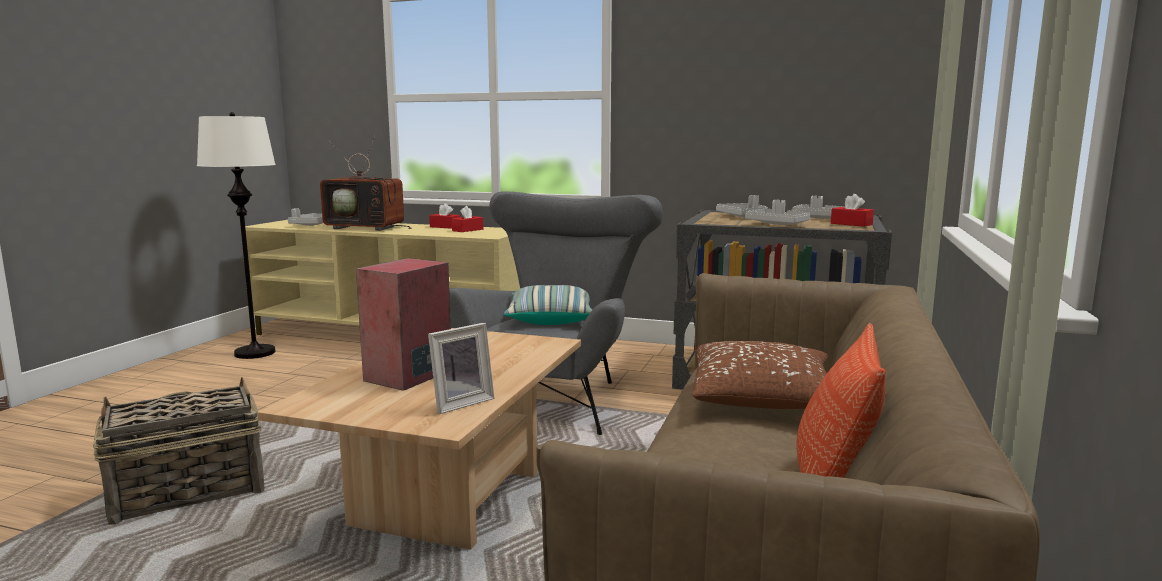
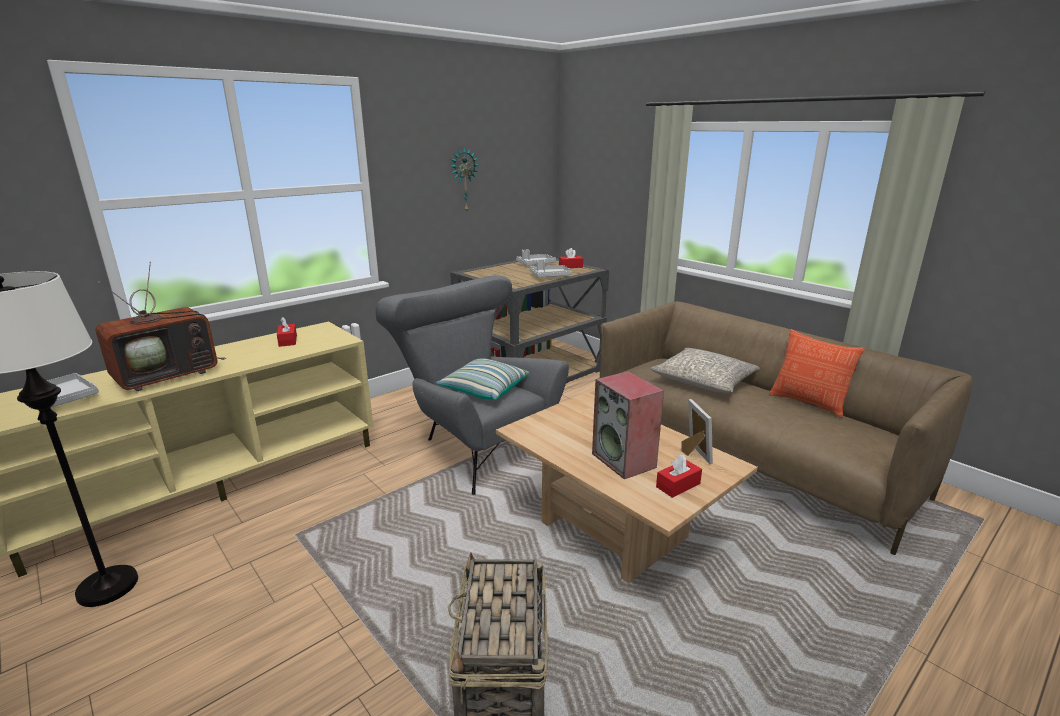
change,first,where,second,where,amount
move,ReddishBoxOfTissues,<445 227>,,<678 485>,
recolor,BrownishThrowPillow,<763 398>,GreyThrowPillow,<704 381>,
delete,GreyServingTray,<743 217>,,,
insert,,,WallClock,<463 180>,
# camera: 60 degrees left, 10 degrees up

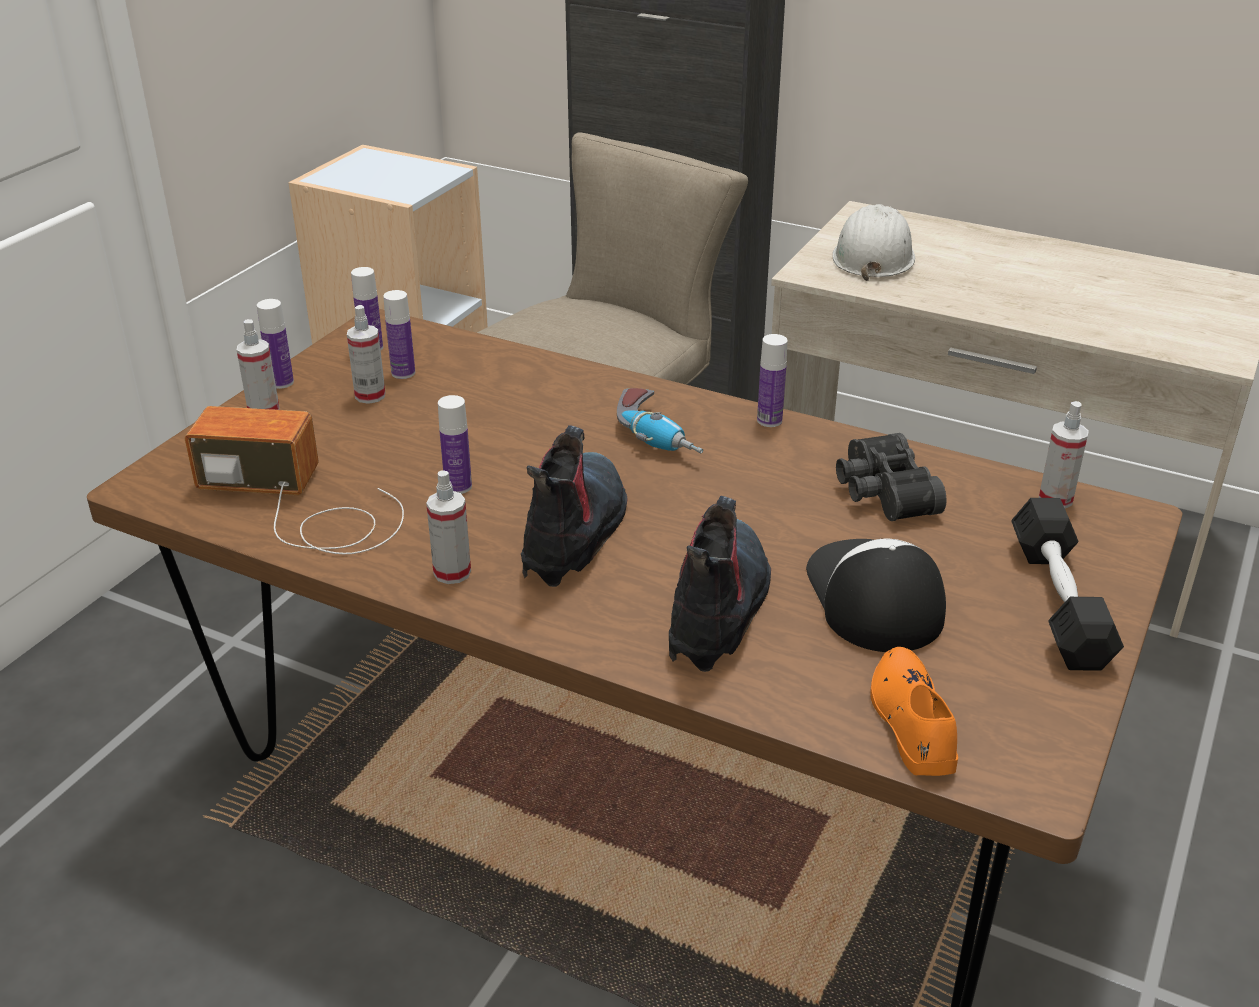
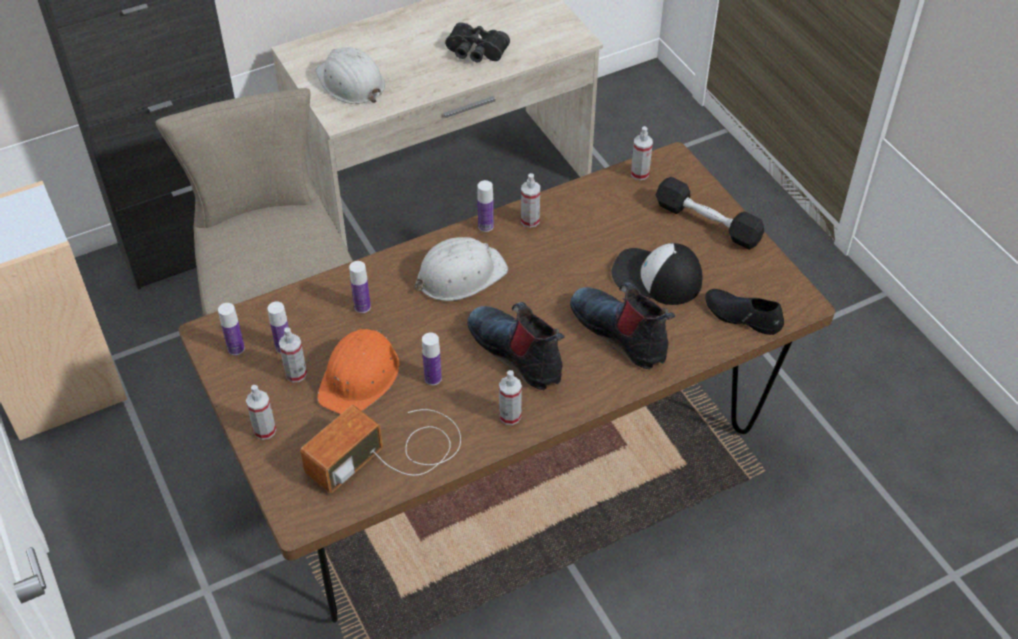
change,first,where,second,where,amount
move,Bottle,<281 382>,,<362 307>,
replace,ElectricDrill,<659 436>,WhitishSafetyHelmet,<460 275>,
move,BlackFieldGlasses,<881 493>,,<475 52>,
recolor,OrangeColouredItemOfFootwear,<911 722>,BlackItemOfFootwear,<742 316>,
insert,,,OrangeColouredSafetyHelmet,<360 377>,
insert,,,HandSprayer,<530 220>,
# camera: 55 degrees left, 15 degrees up

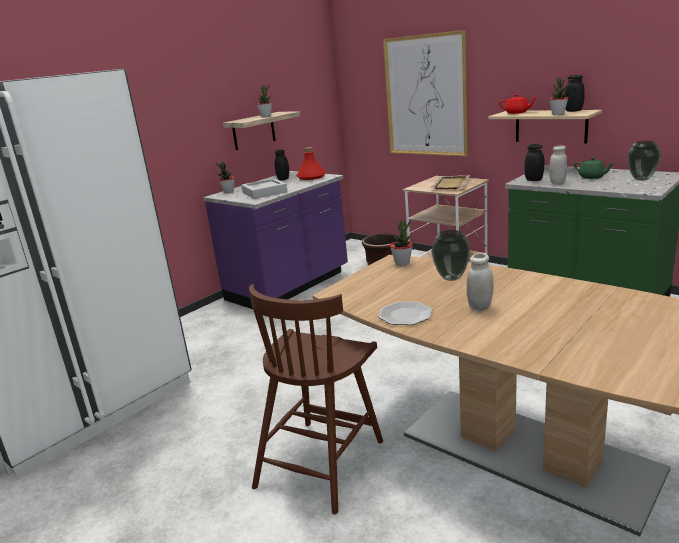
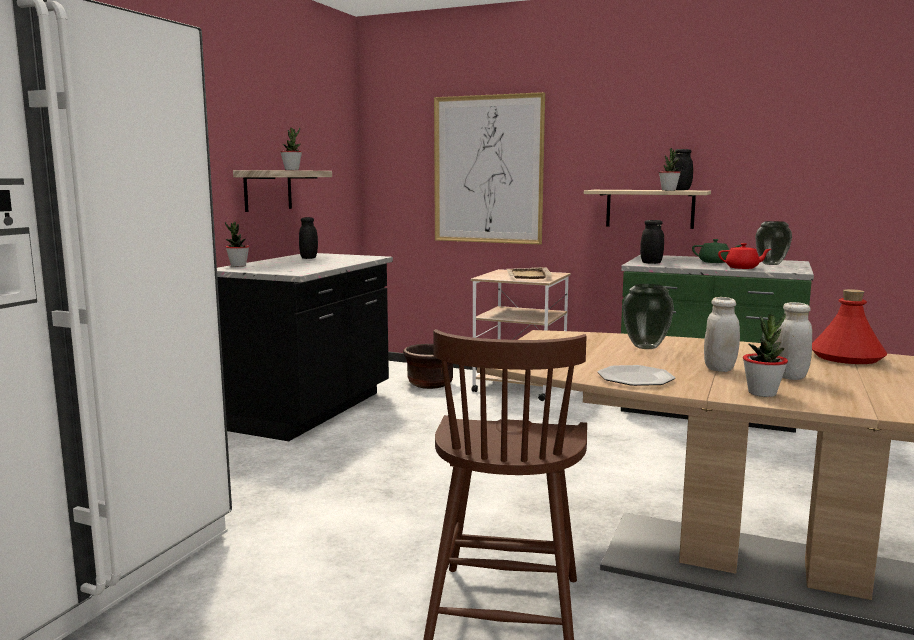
change,first,where,second,where,amount
recolor,PurpleColouredCounter,<289 286>,BlackCounter,<310 411>,
delete,GreyServingTray,<264 192>,,,
move,ReddishBottle,<311 177>,,<846 357>,
move,PottedPlant,<402 263>,,<762 393>,
move,ReddishTeapot,<517 112>,,<742 268>,
move,WhitishStorageJar,<557 182>,,<789 376>,
# camera: 20 degrees left, 10 degrees down

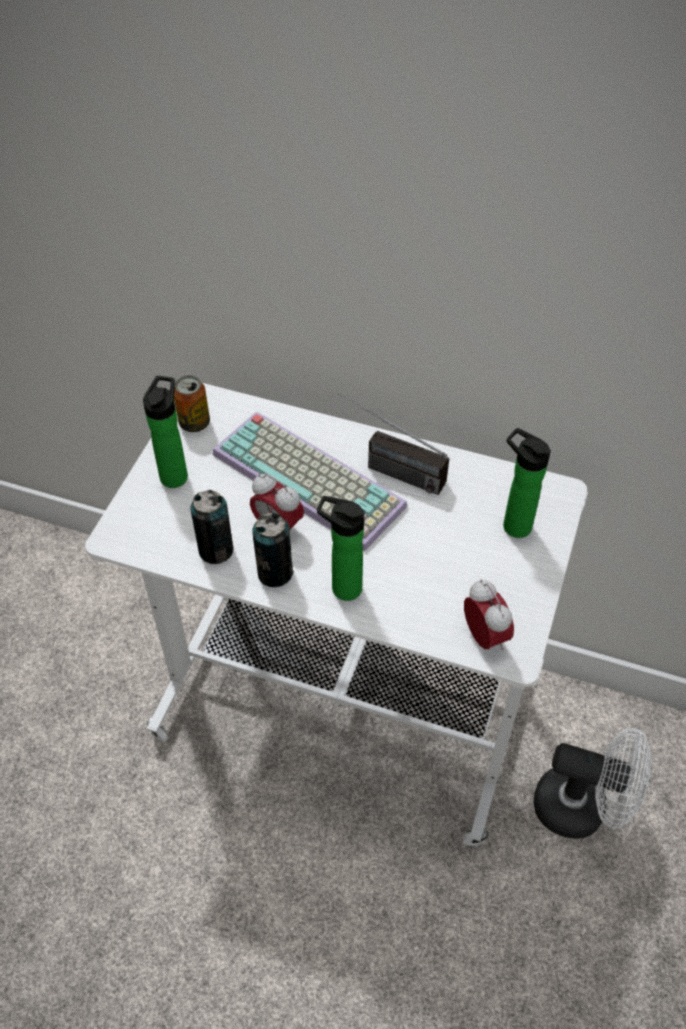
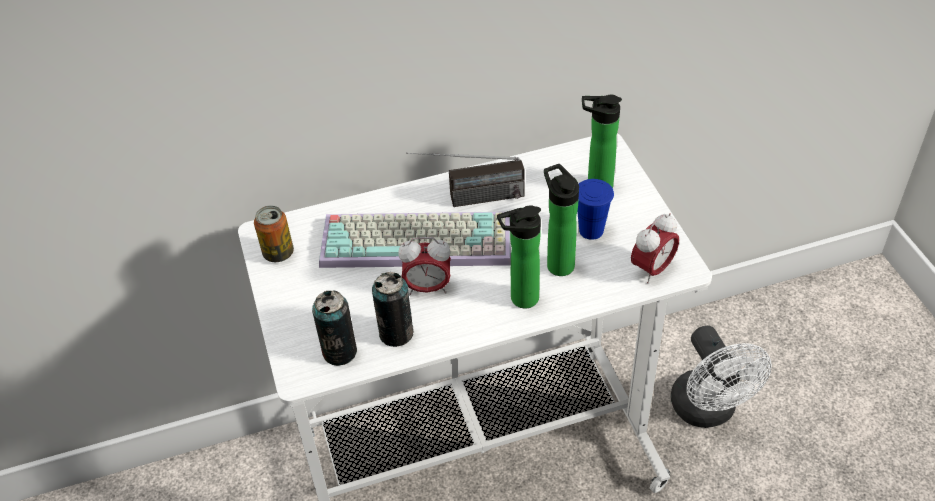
change,first,where,second,where,amount
move,Bottle,<175 474>,,<558 263>,
move,SealedCan,<275 573>,,<339 352>,
rotate,AlarmClock,<484 636>,,<652 269>,105 degrees clockwise
rotate,WhitishFan,<582 808>,,<708 411>,90 degrees clockwise
insert,,,BlueDrinkingCup,<591 230>,
# camera: 35 degrees left, 5 degrees down

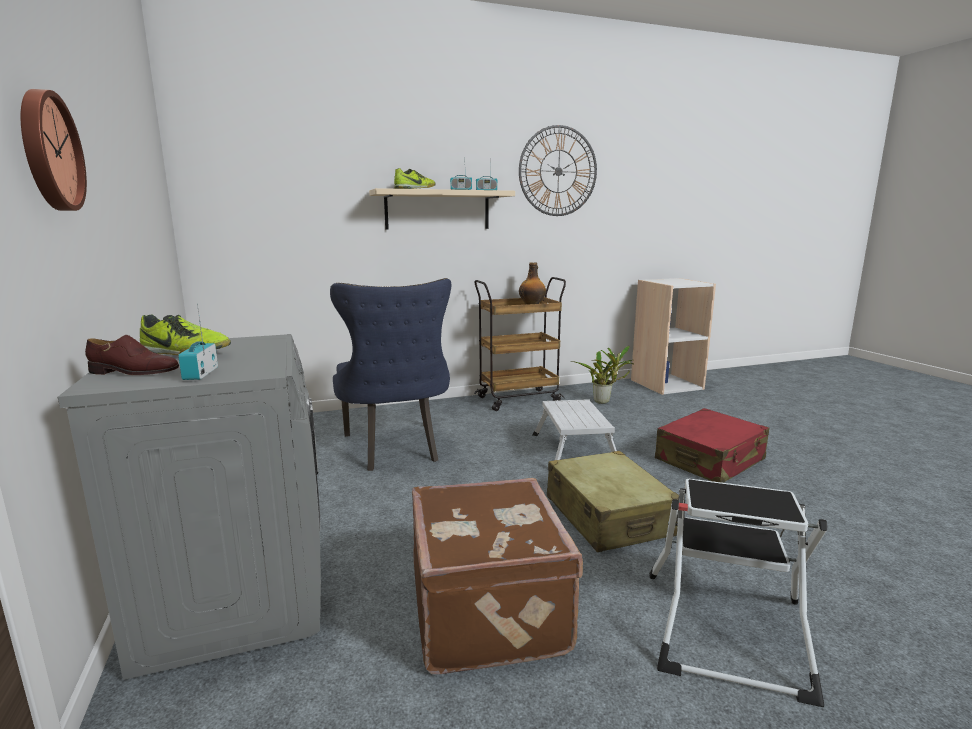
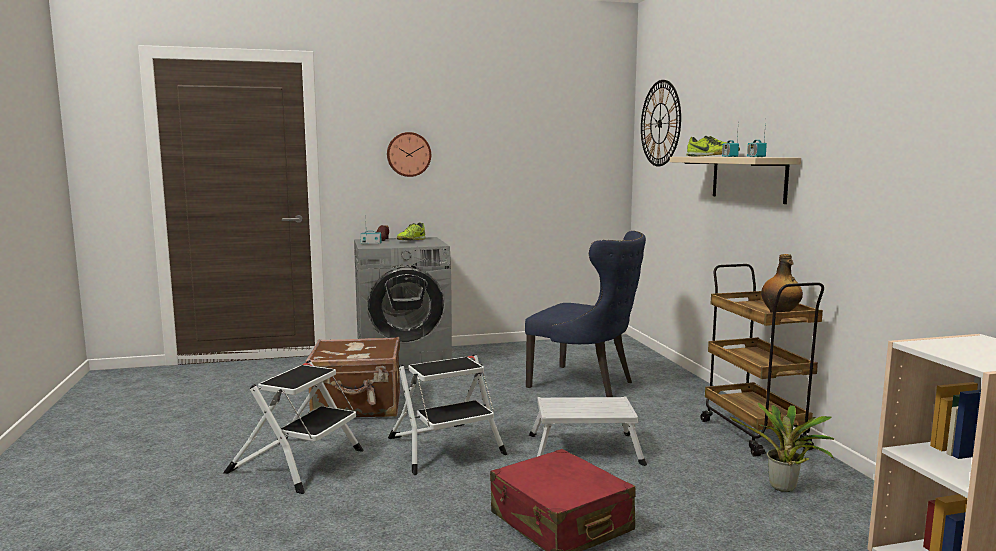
change,first,where,second,where,amount
rotate,BlueUprightChair,<395 448>,,<585 383>,135 degrees counterclockwise
move,WallClock,<558 171>,,<660 123>,
replace,BeigeSuitcase,<608 516>,StepLadder,<444 447>,
# camera: 95 degrees right, 5 degrees down

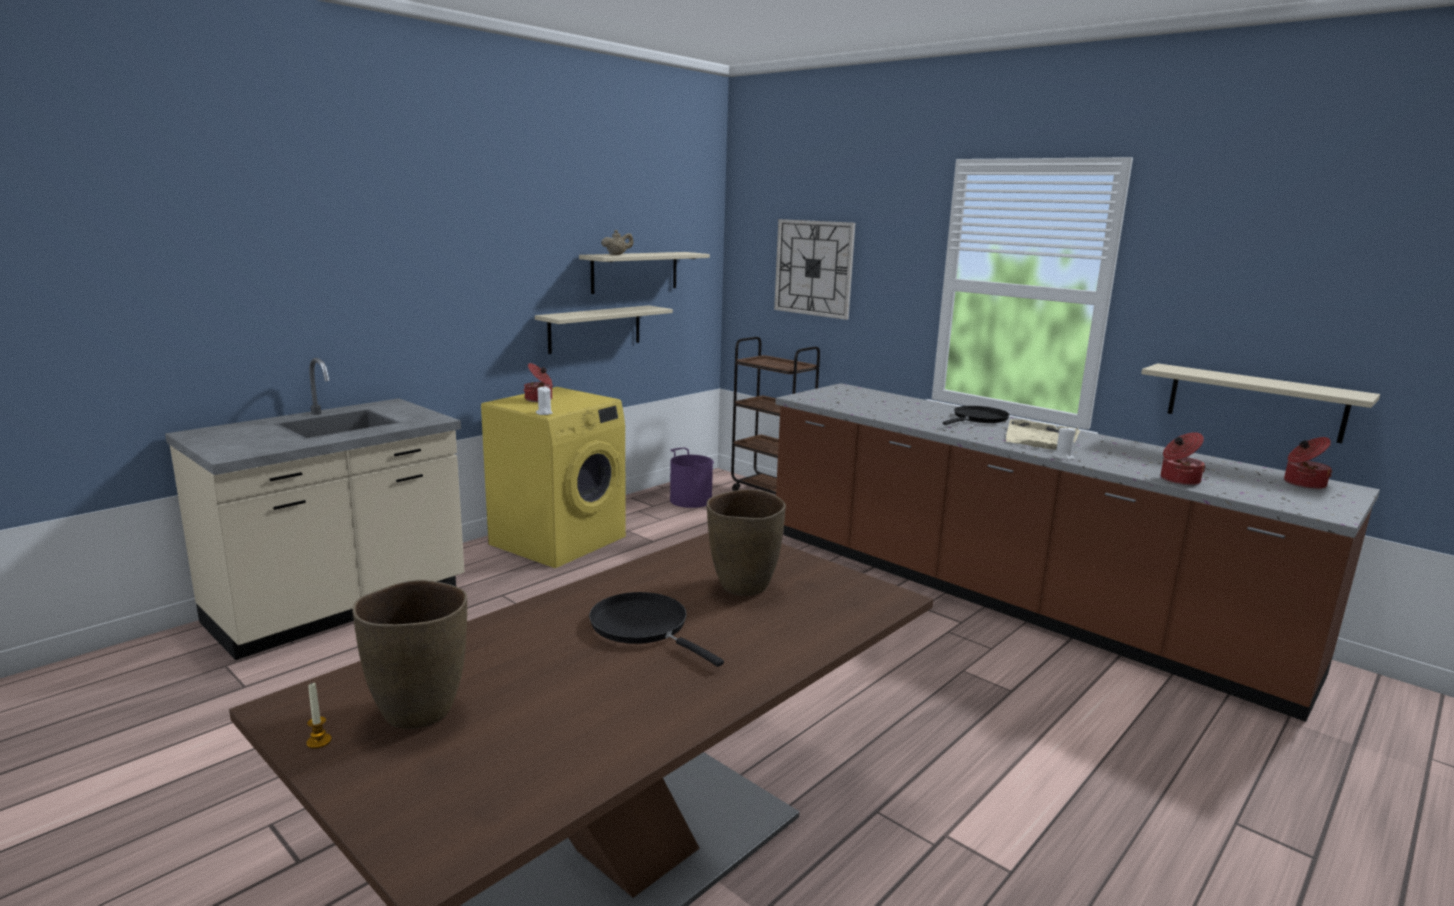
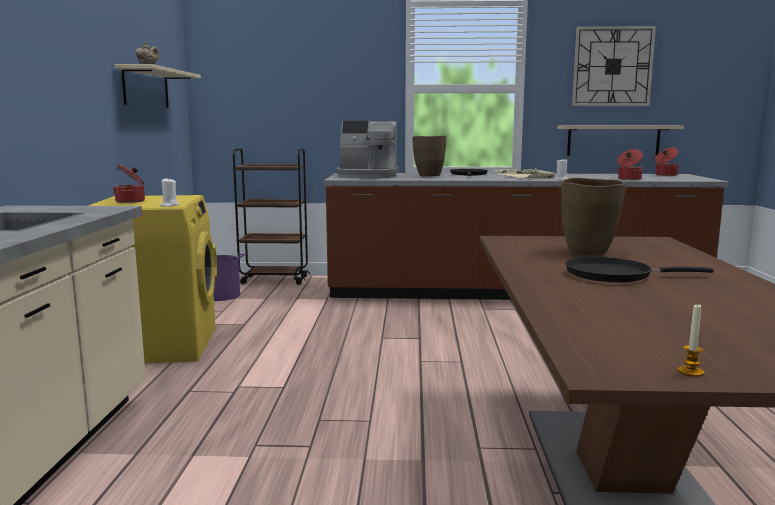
change,first,where,second,where,amount
move,BrownishFlowerVase,<418 710>,,<428 175>,
delete,BeigeBracketShelf,<595 329>,,,
move,WallClock,<814 268>,,<612 66>,
insert,,,CoffeeMaker,<368 176>,
# camera: 40 degrees left, 5 degrees down

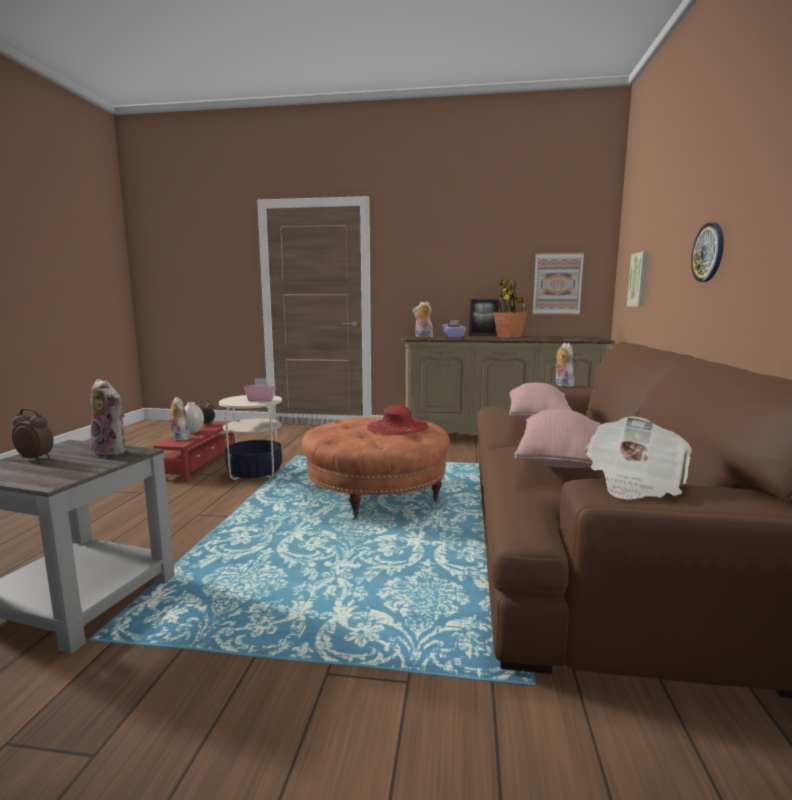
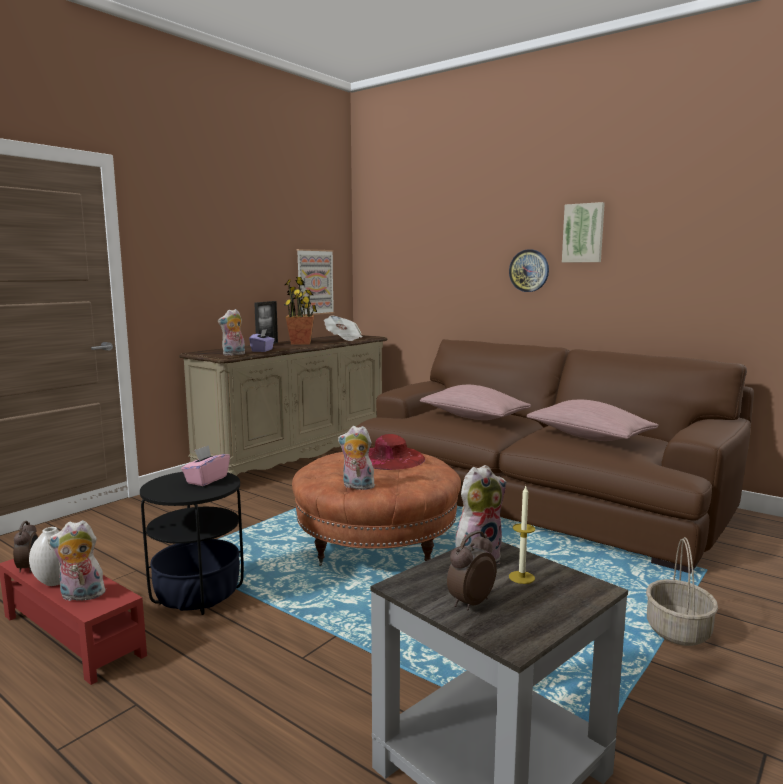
change,first,where,second,where,amount
recolor,BeigeAccentTable,<255 473>,BlackAccentTable,<198 596>,
move,CuddlyToy,<562 385>,,<356 486>,
move,Newspaper,<633 483>,,<343 339>,
move,WallPicture,<640 279>,,<583 233>,
insert,,,WaxCandle,<521 577>,
insert,,,Basket,<678 631>,
# camera: 60 degrees left, 0 degrees up

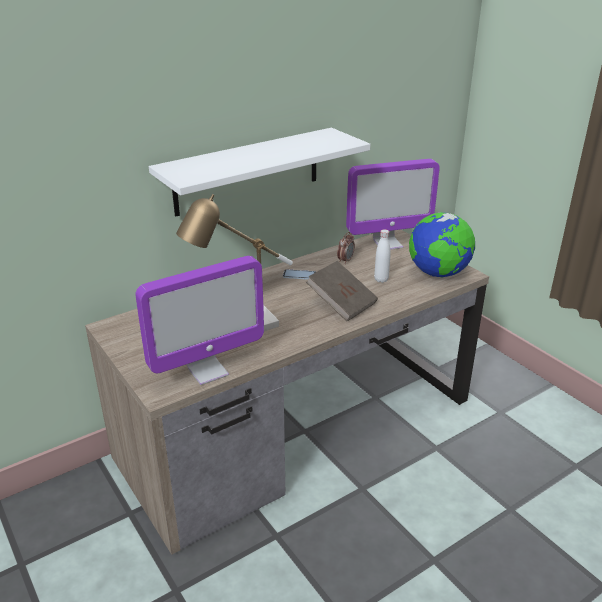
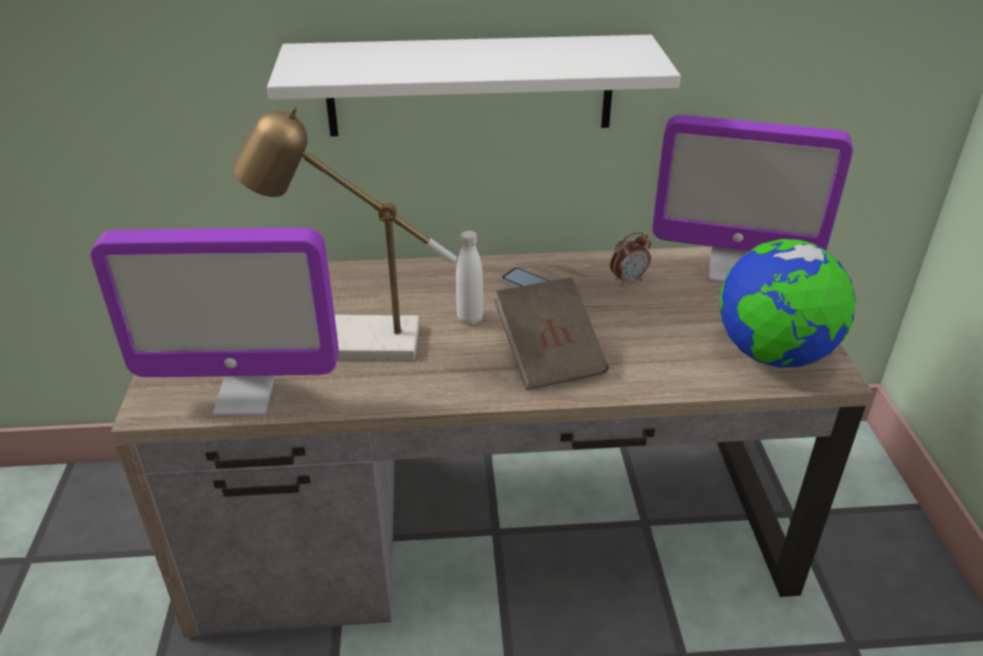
change,first,where,second,where,amount
move,WhitishBottle,<381 279>,,<470 319>,
# camera: 30 degrees right, 5 degrees up

